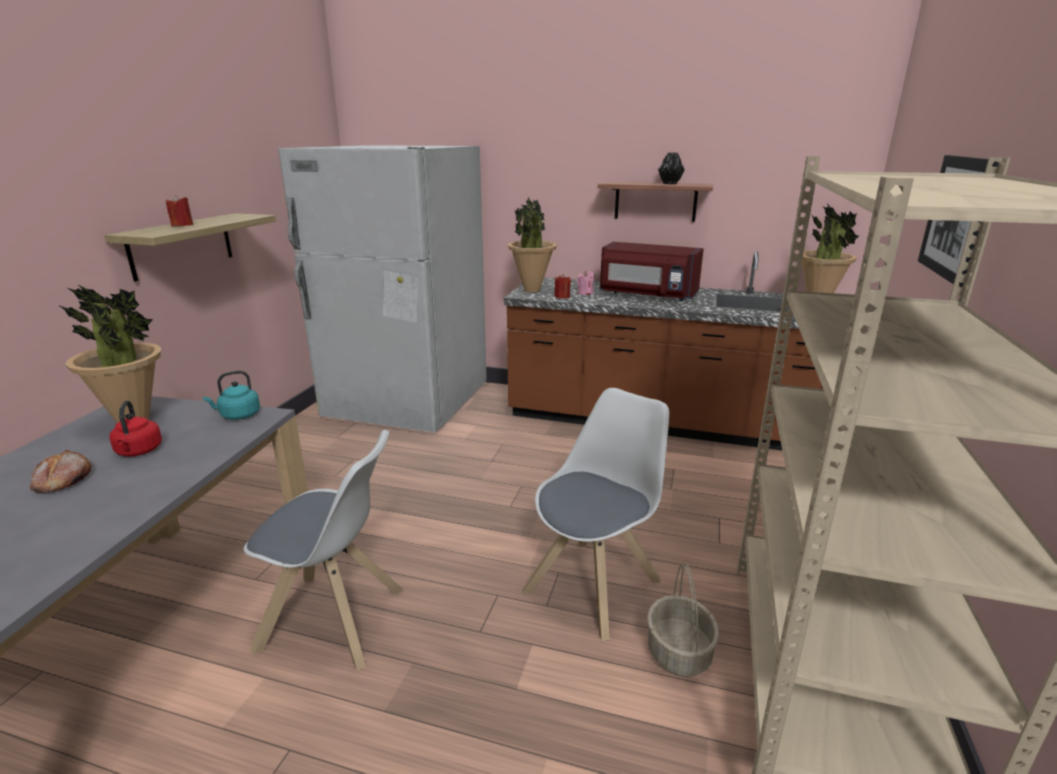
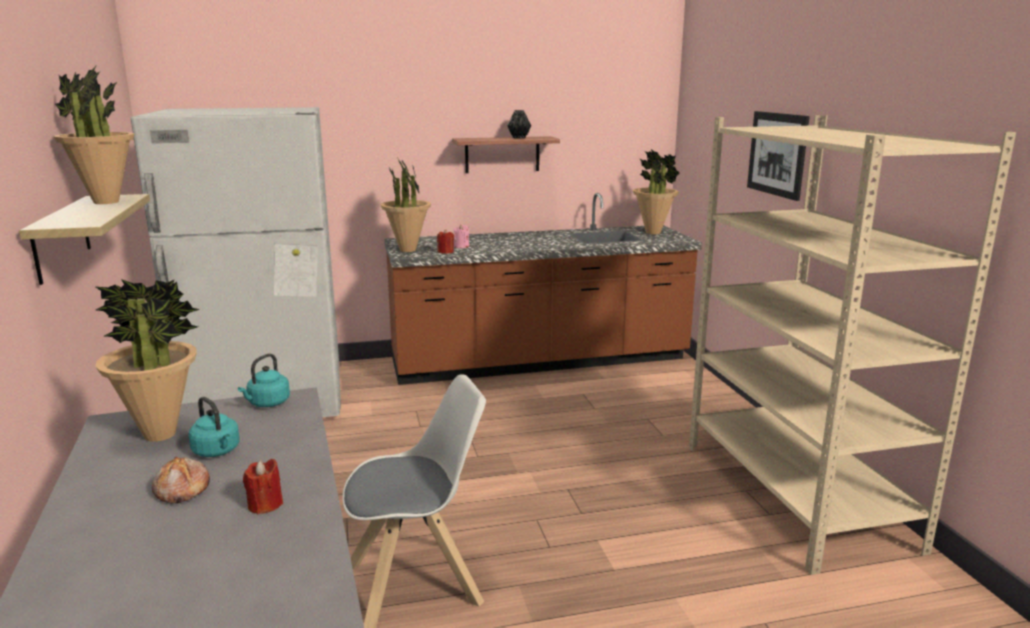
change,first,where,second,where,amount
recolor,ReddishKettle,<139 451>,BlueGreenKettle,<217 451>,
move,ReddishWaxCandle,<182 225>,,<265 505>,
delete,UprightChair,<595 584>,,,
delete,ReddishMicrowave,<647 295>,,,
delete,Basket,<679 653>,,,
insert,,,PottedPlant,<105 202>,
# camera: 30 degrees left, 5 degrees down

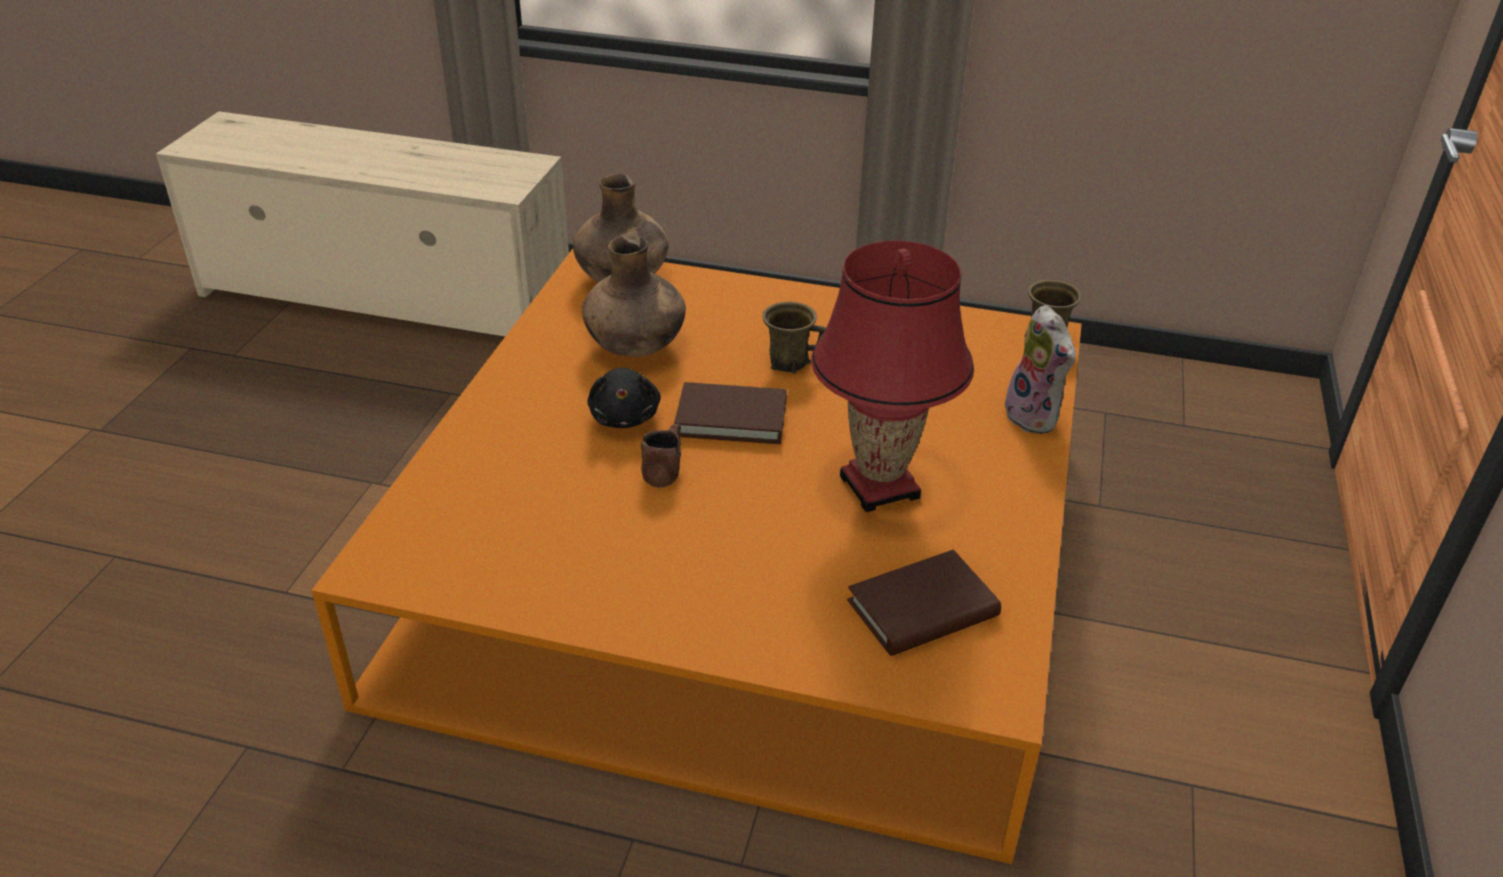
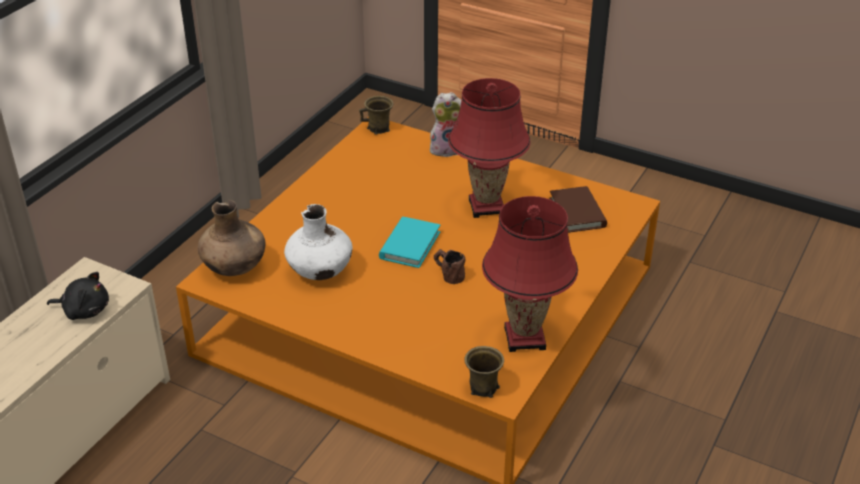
change,first,where,second,where,amount
recolor,BrownishFlowerVase,<636 347>,WhitishFlowerVase,<320 271>,
move,BlackCuddlyToy,<625 416>,,<84 310>,
recolor,BrownishVolume,<731 418>,BlueGreenVolume,<410 245>,
move,BrownishCoffeeMug,<788 361>,,<482 387>,
insert,,,ReddishTabletopLamp,<524 338>,
# camera: 75 degrees left, 0 degrees up

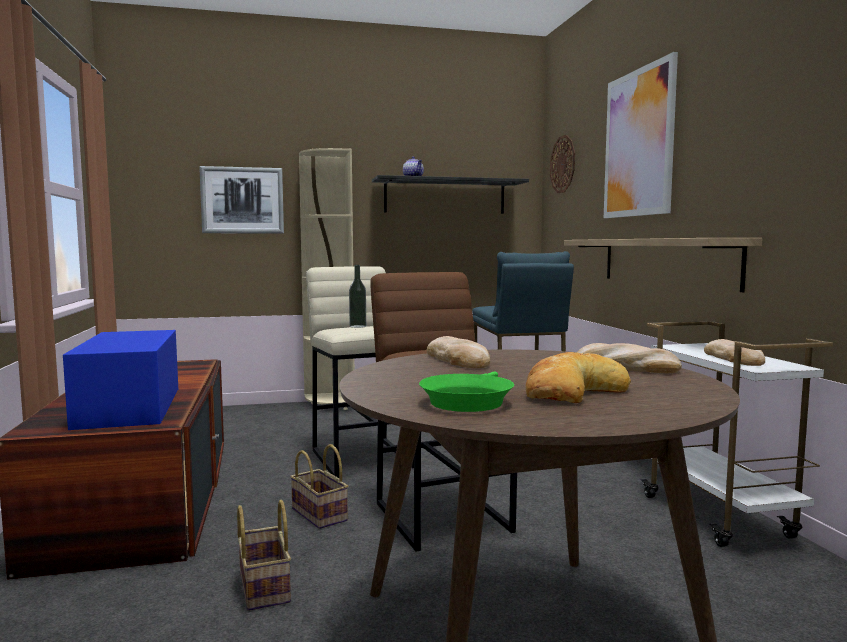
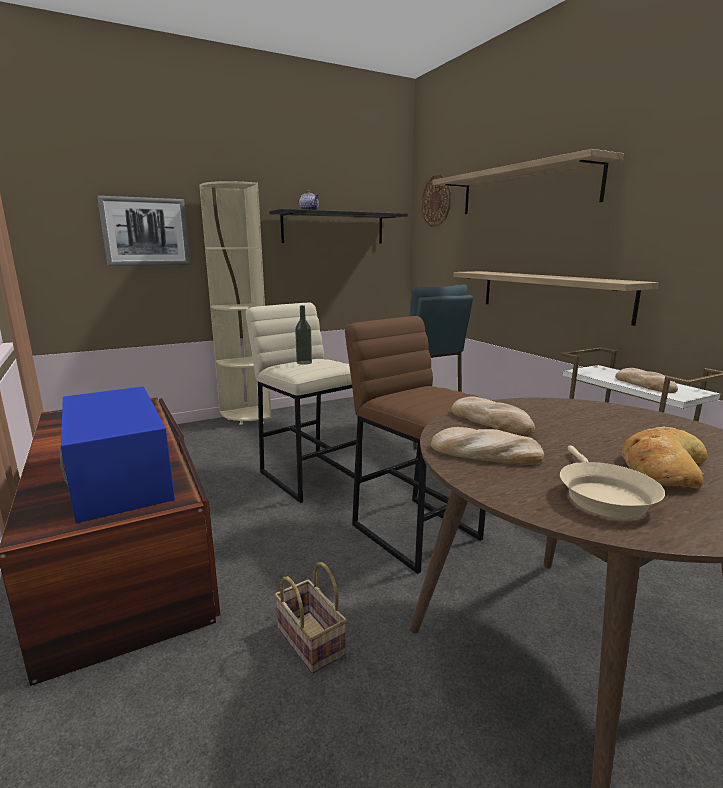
change,first,where,second,where,amount
delete,Basket,<321 515>,,,
recolor,GreenColouredPan,<468 401>,BeigePan,<602 495>,
move,BakedBread,<625 367>,,<485 453>,
replace,WallPicture,<638 143>,BracketShelf,<525 189>,
# camera: 15 degrees left, 10 degrees up

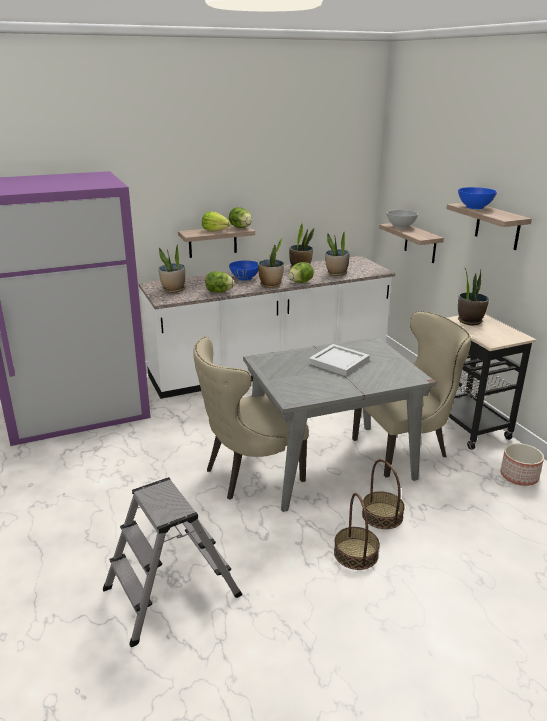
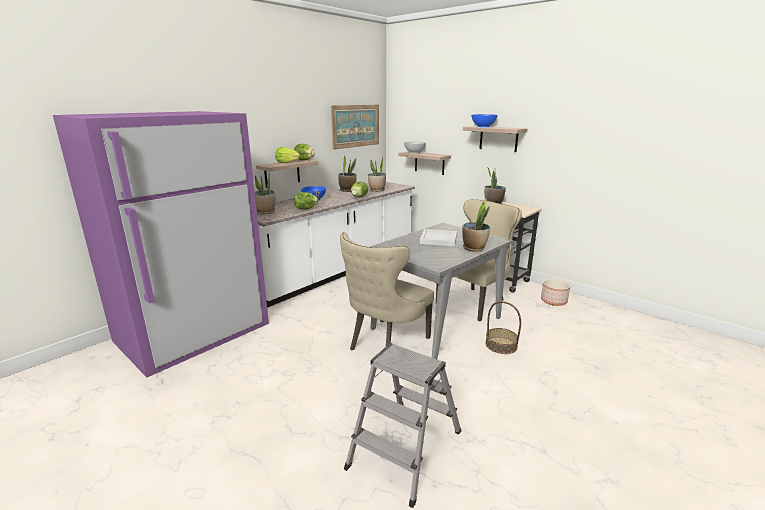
change,first,where,second,where,amount
move,PottedPlant,<271 285>,,<474 248>,
delete,Basket,<356 553>,,,
insert,,,WallPicture,<355 126>,
# camera: 25 degrees left, 5 degrees down

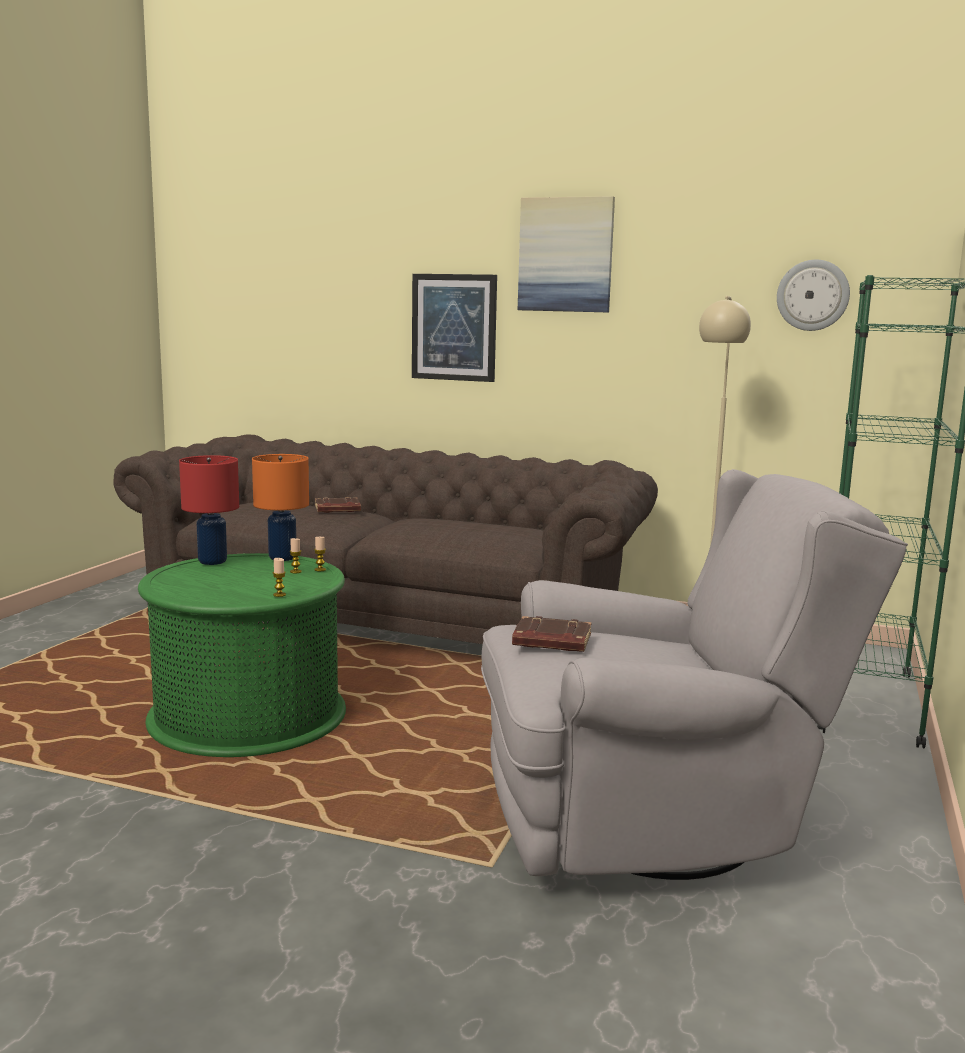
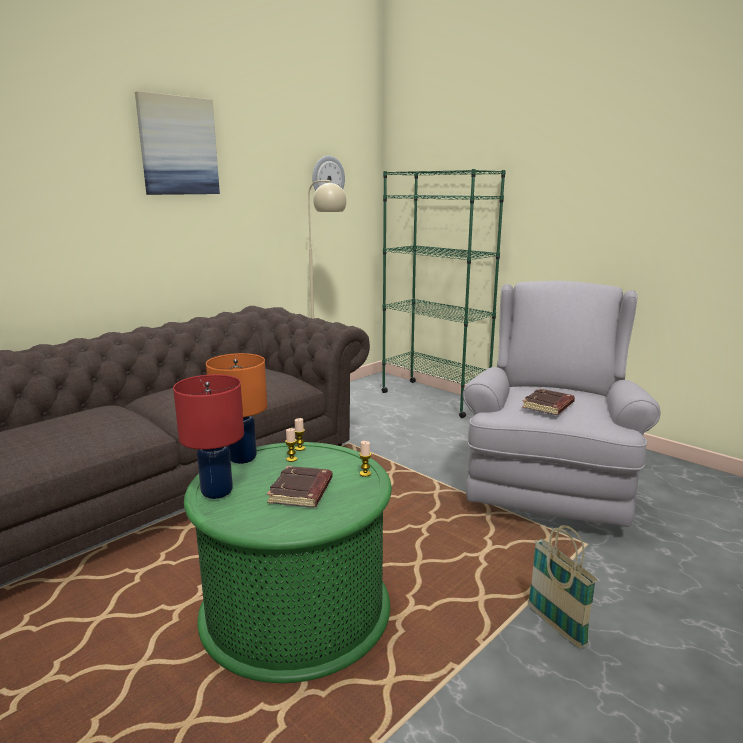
change,first,where,second,where,amount
move,BrownishVolume,<337 509>,,<301 492>,
delete,WallPicture,<454 327>,,,
insert,,,Basket,<556 626>,
# camera: 65 degrees left, 5 degrees up

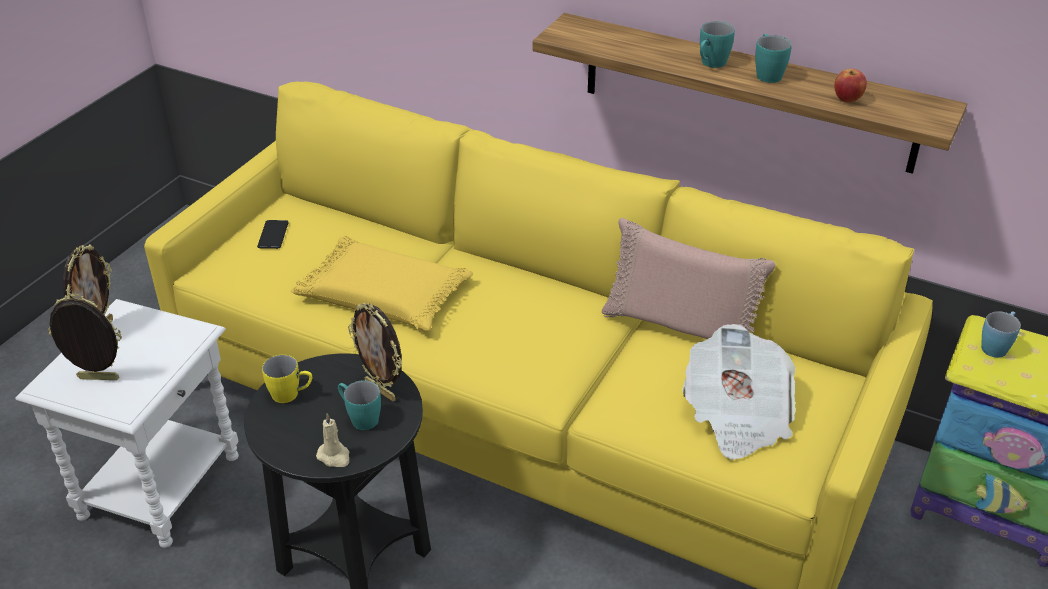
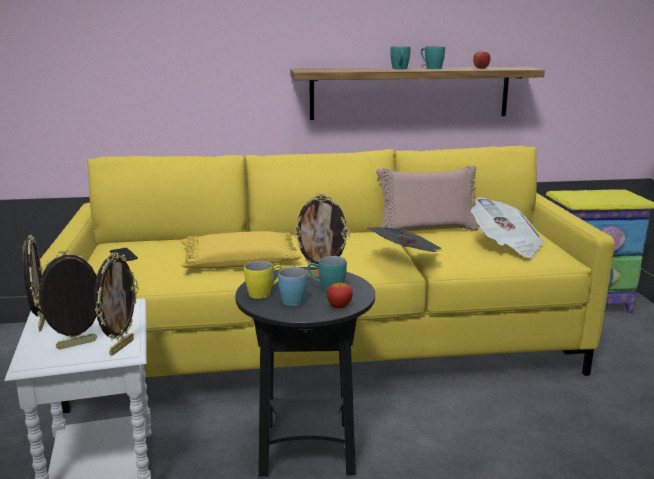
change,first,where,second,where,amount
replace,BeigeWaxCandle,<334 456>,Apple,<339 306>,
move,BlueCoffeeMug,<996 346>,,<293 299>,
insert,,,PhotoFrame,<121 347>,
insert,,,Newspaper,<406 260>,
# camera: 35 degrees left, 20 degrees down

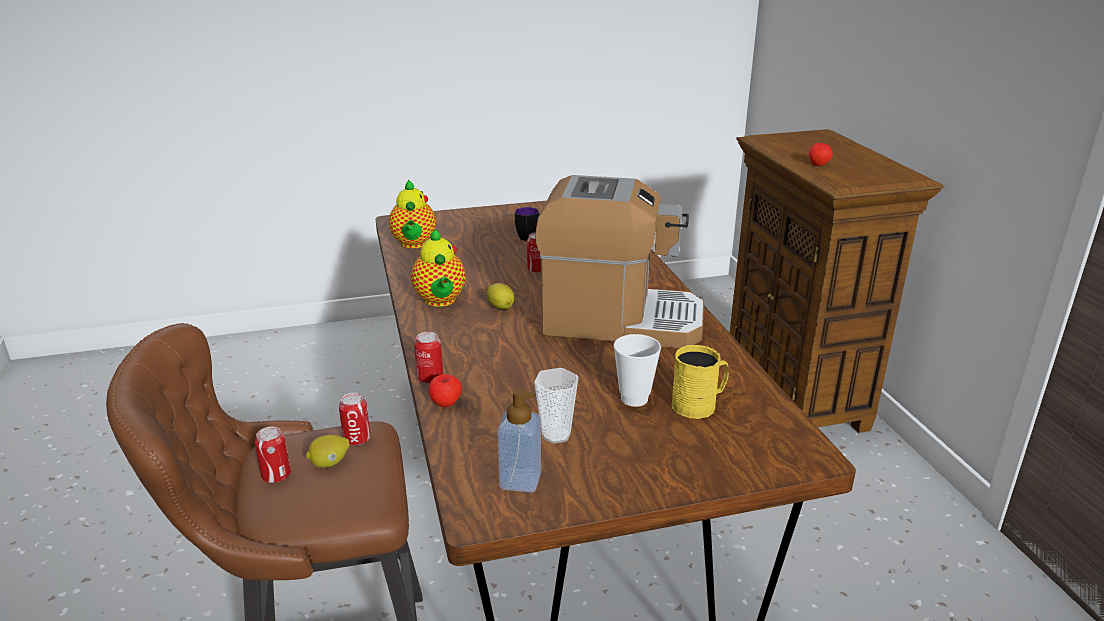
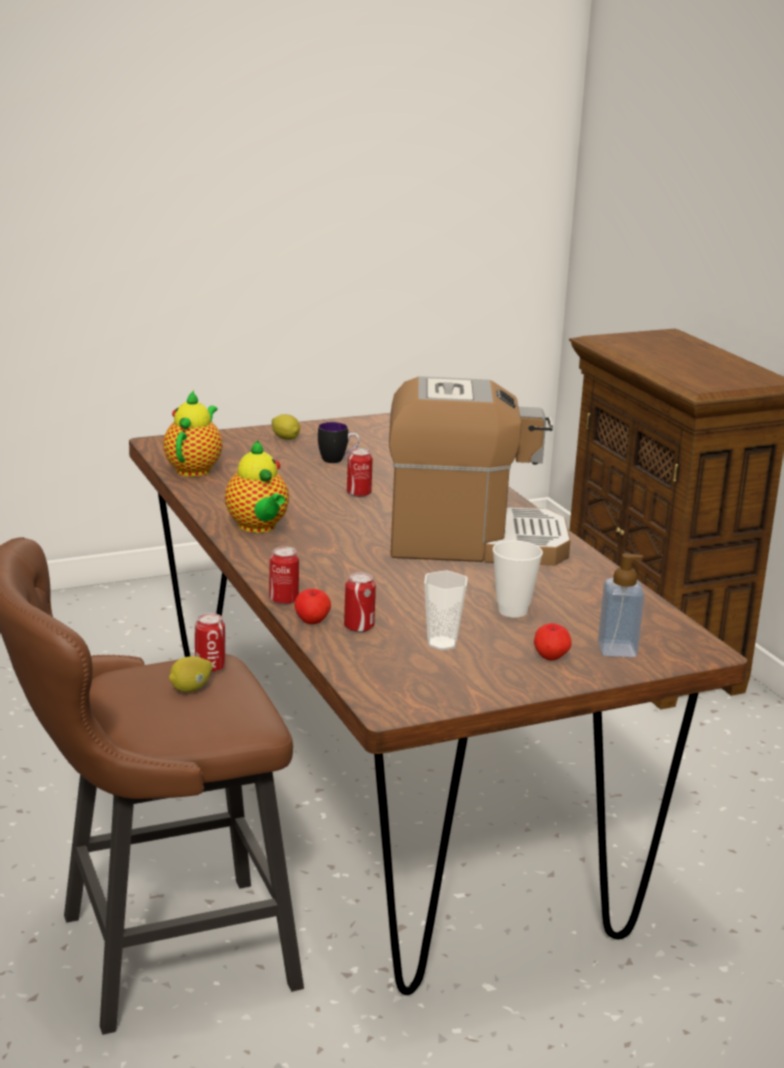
change,first,where,second,where,amount
move,SealedCan,<276 476>,,<359 627>,
rotate,Teapot,<414 244>,,<195 469>,150 degrees counterclockwise
move,Lemon,<500 307>,,<285 438>,
move,LiquidSoapBottle,<520 480>,,<617 649>,
delete,YellowishCoffeeMug,<699 404>,,,
move,Apple,<818 164>,,<551 657>,
# camera: 10 degrees left, 5 degrees down

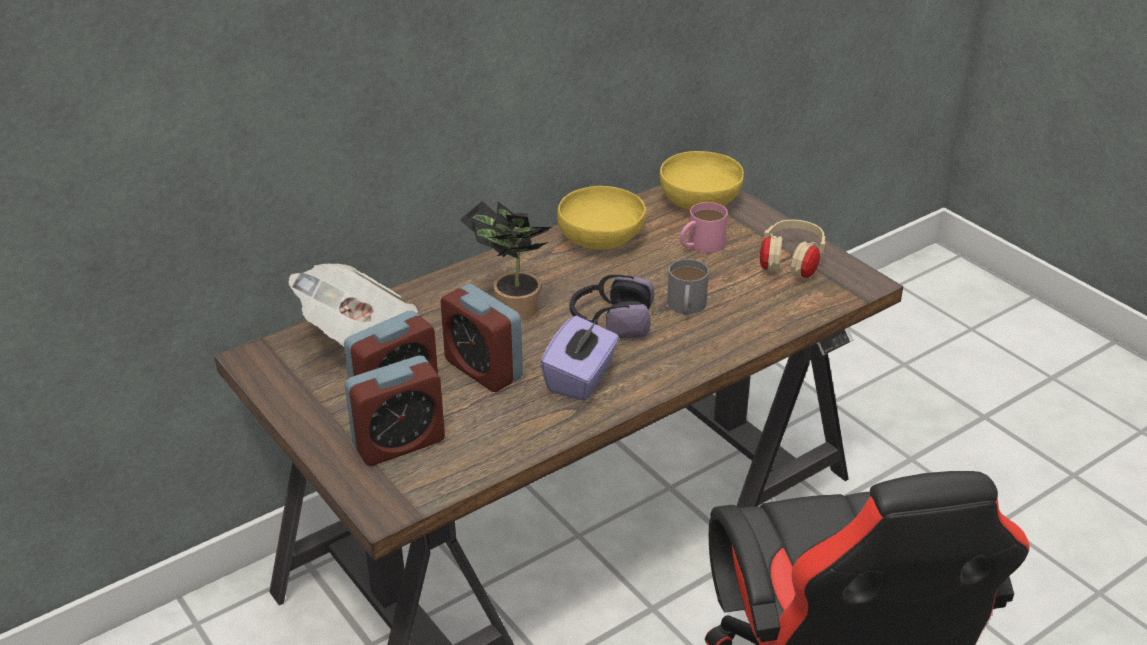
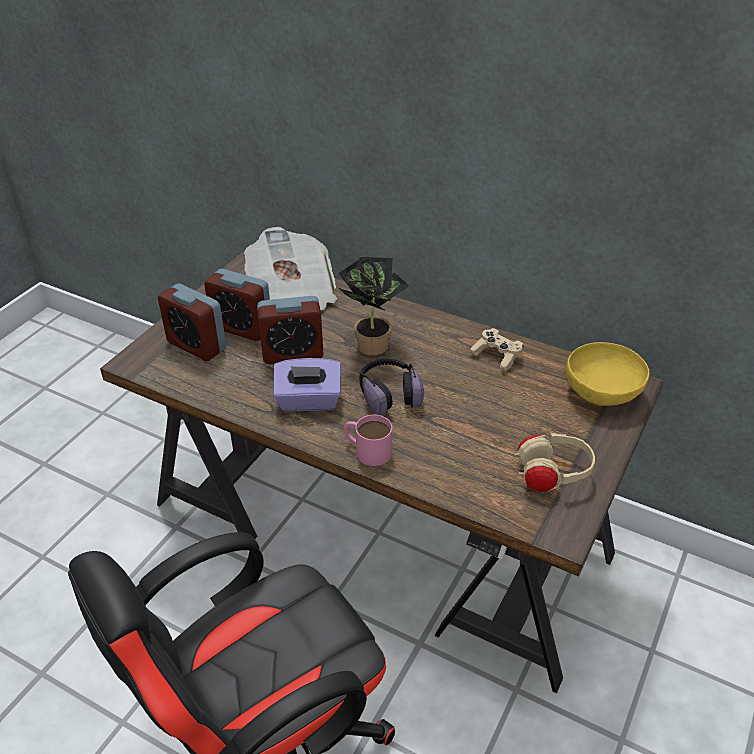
change,first,where,second,where,amount
rotate,AlarmClock,<483 369>,,<292 353>,120 degrees counterclockwise
replace,YellowishDeepDish,<602 238>,BeigeGameController,<497 356>,
delete,GreyCoffeeMug,<686 307>,,,
move,PinkColouredCoffeeMug,<700 245>,,<367 450>,
# camera: 65 degrees right, 5 degrees up

